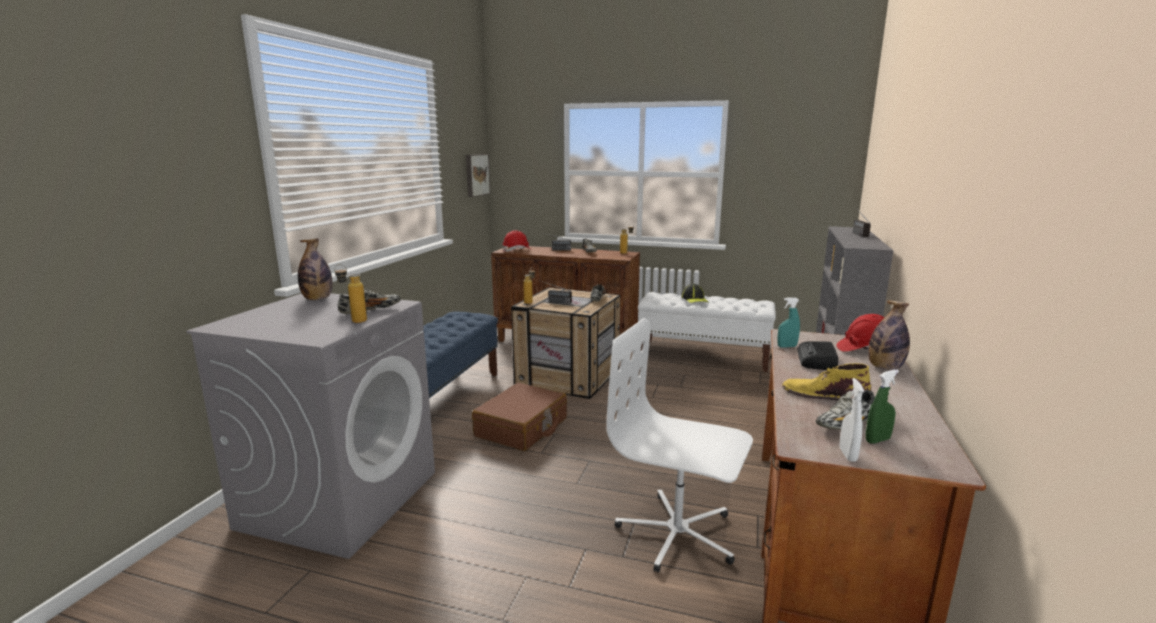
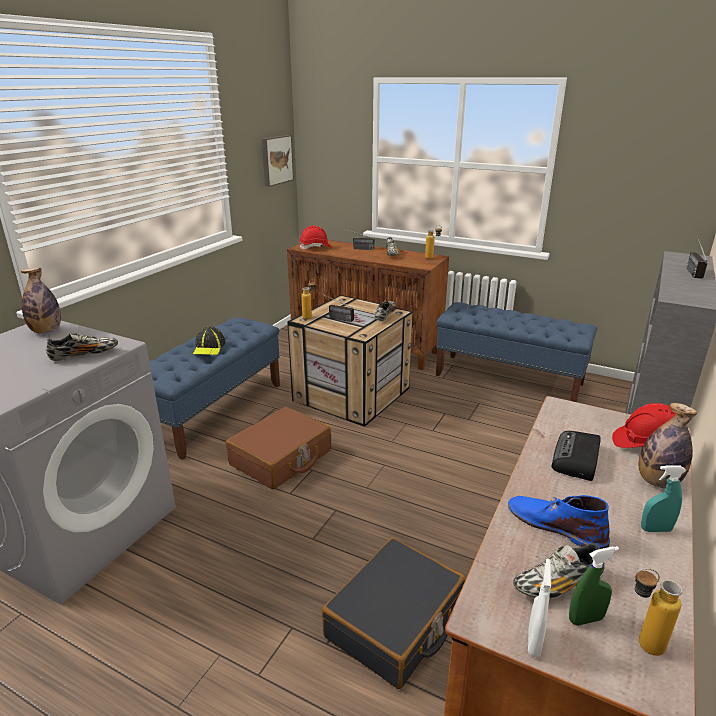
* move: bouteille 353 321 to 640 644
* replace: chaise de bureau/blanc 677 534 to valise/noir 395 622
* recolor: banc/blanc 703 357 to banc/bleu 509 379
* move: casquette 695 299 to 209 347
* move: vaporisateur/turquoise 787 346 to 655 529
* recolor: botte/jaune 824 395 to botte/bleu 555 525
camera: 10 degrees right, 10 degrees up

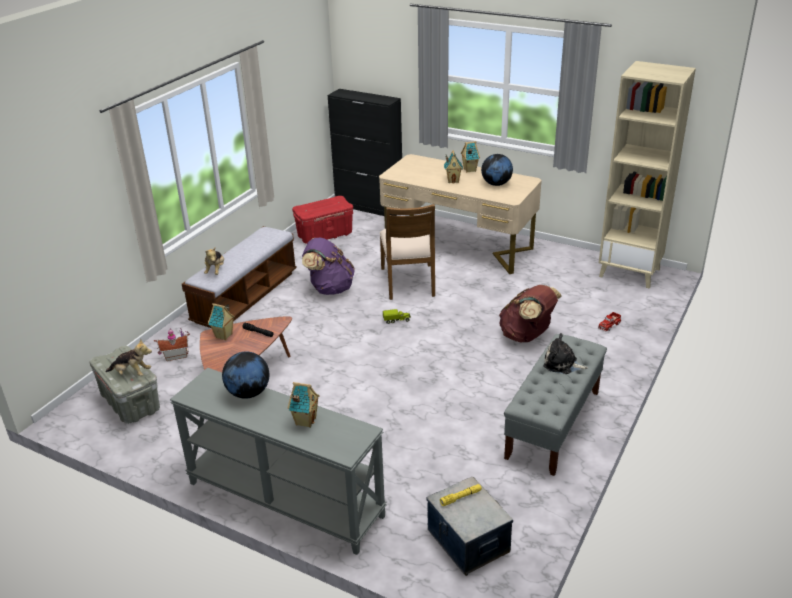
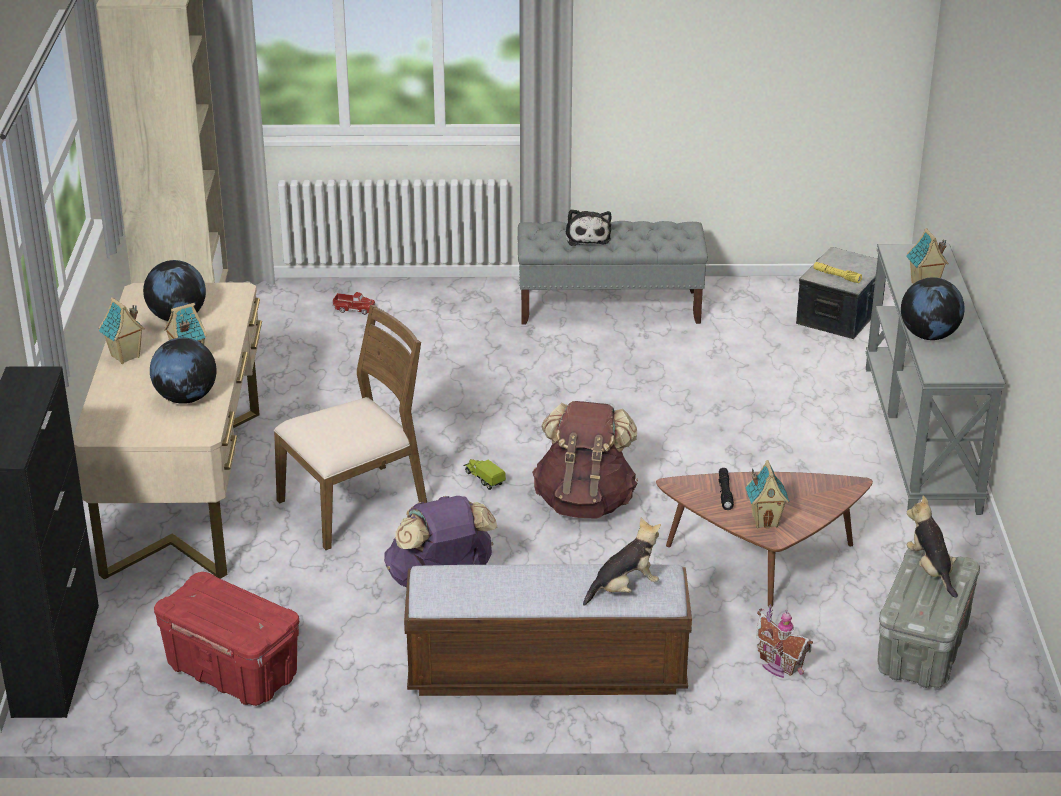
* move: sac à dos/marron 527 336 to 585 502
* insert: globe 186 398
camera: 120 degrees left, 0 degrees up

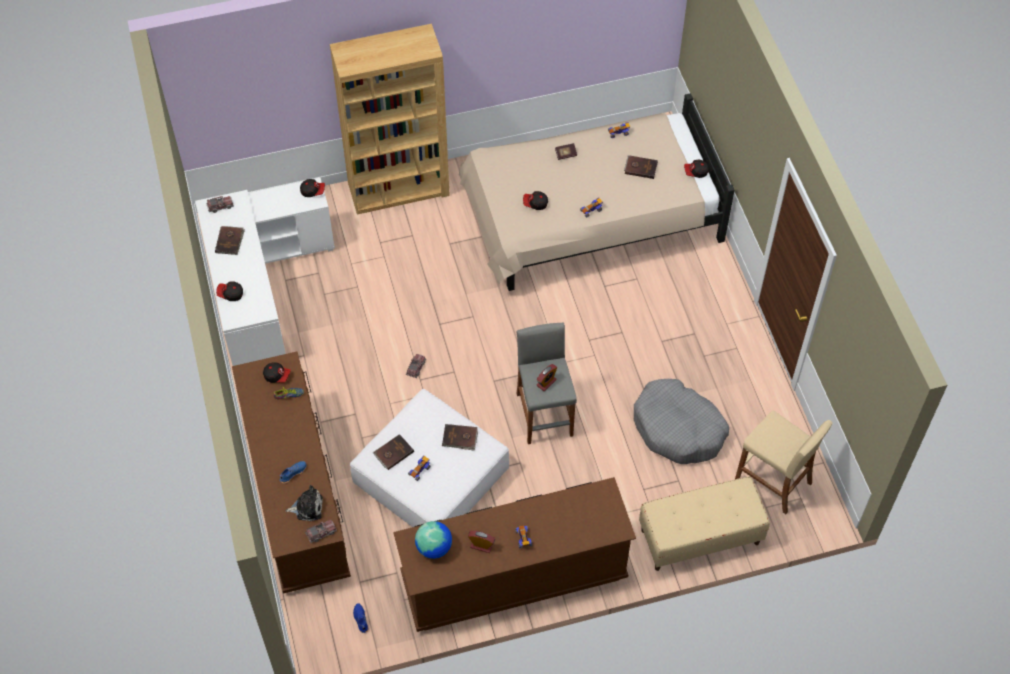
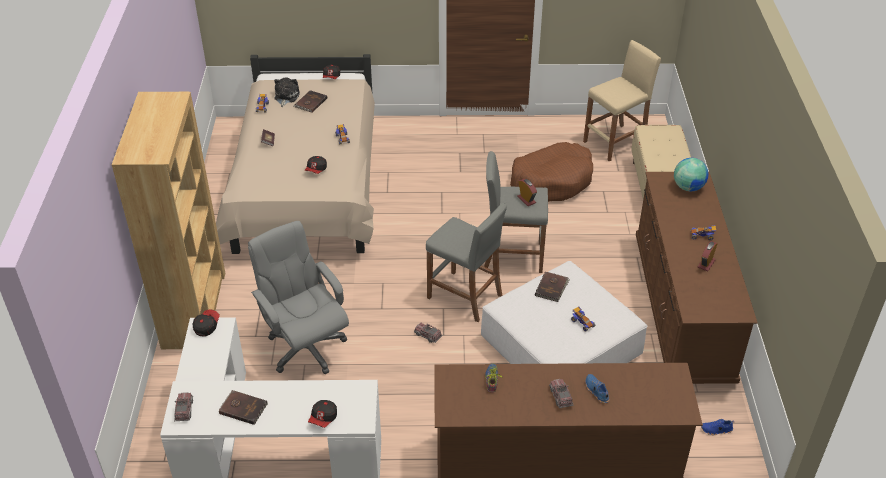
* delete: casquette 277 376
* move: peluche 307 507 to 286 97
* move: camion jouet 321 533 to 560 396
* delete: livre/marron 393 452
* move: globe 434 547 to 688 187
* recolor: panier pour chien/gris 678 428 to panier pour chien/marron 552 180
* insert: chaise de bureau/gris 305 347
* insert: tabouret/gris 465 297
camera: 75 degrees left, 15 degrees down

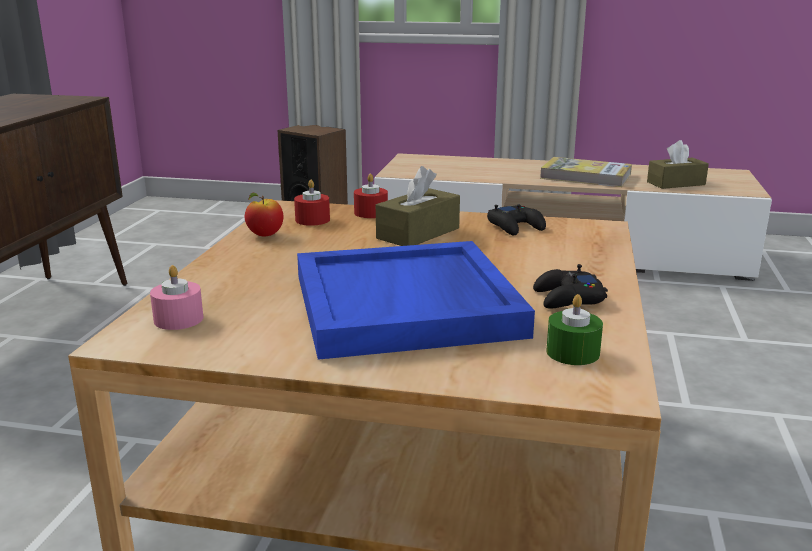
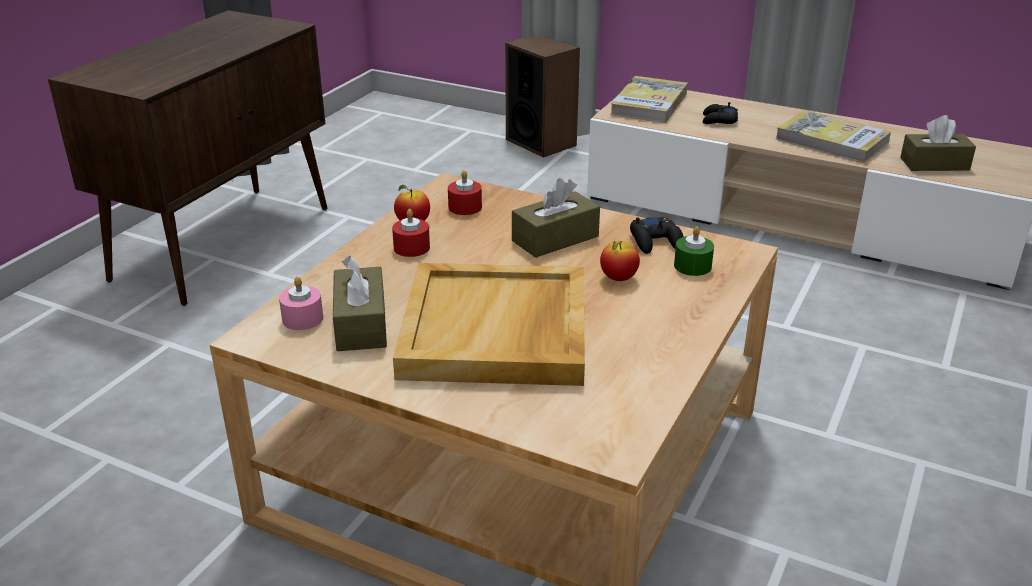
* recolor: plateau/bleu 407 305 to plateau/beige 497 331
* move: bougie/rouge 371 213 to 411 247
* move: manette/noir 568 298 to 719 120
* move: bougie/vert 572 352 to 692 266
* insert: boîte à mouchoirs/marron 361 324
* insert: pomme 618 278
* insert: livre 649 104
camera: 15 degrees right, 10 degrees up

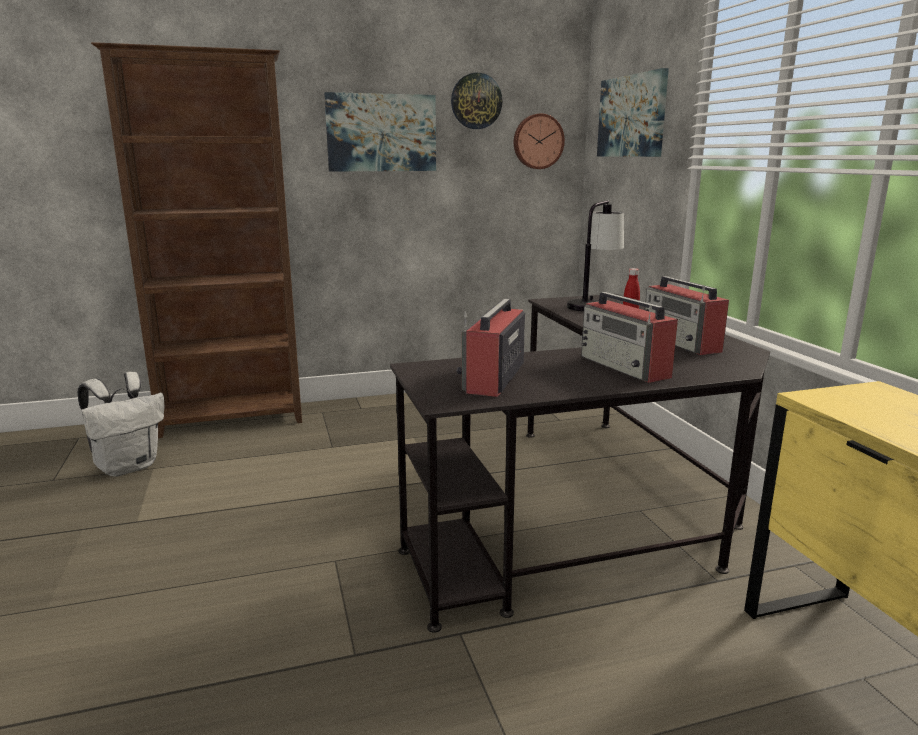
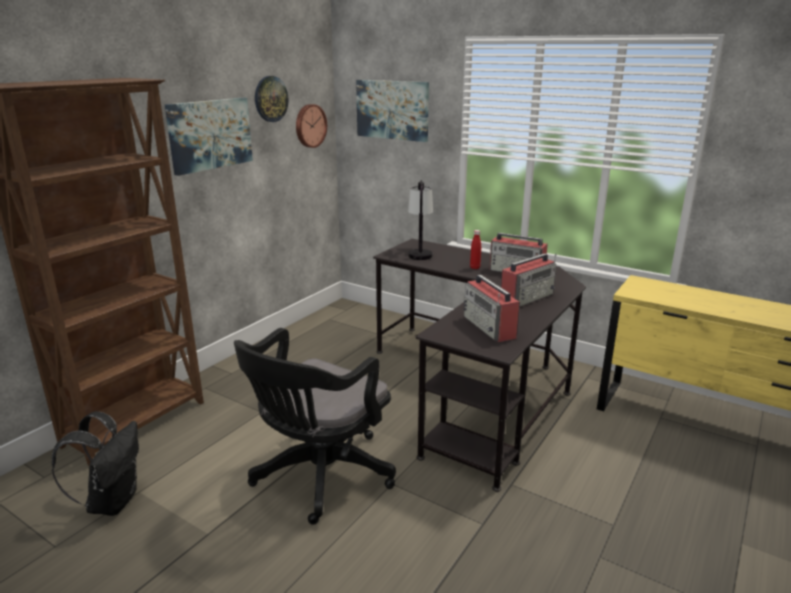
* recolor: sac à dos/blanc 129 466 to sac à dos/noir 112 501
* rotate: radio 625 367 = 527 298 60 degrees counterclockwise
* insert: chaise de bureau/noir 318 476
camera: 40 degrees left, 5 degrees up

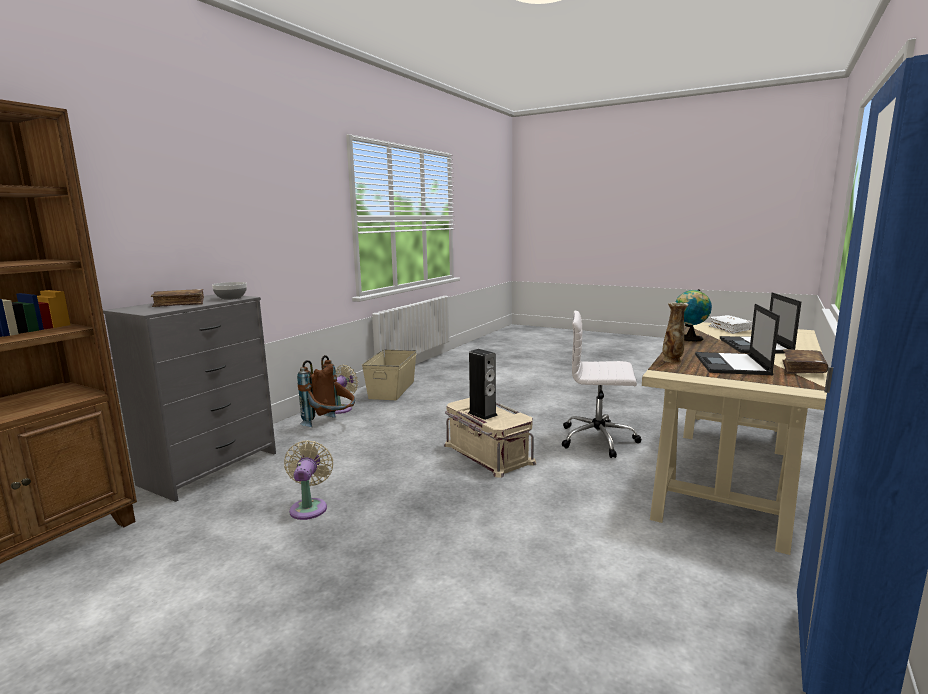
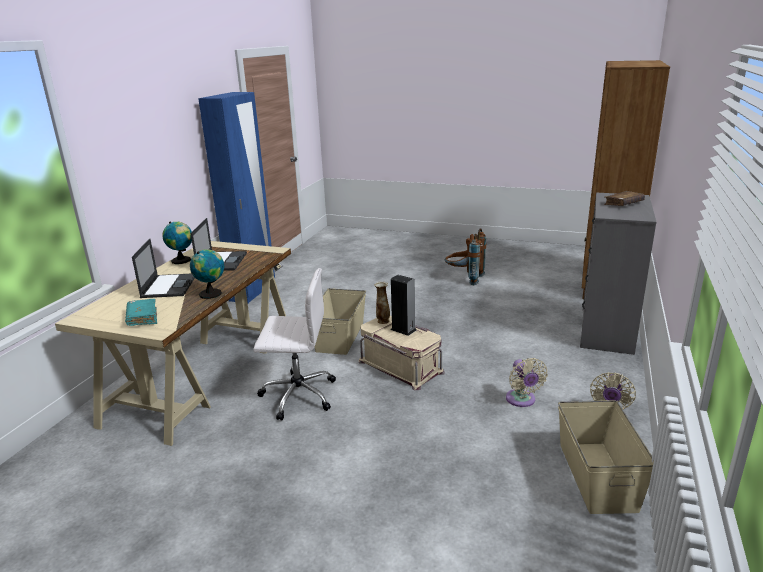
* delete: bol 230 298
* move: ventilateur/beige 309 507 to 521 400
* move: sac à dos/marron 331 425 to 464 278
* move: vase 672 360 to 383 321
* recolor: livre/blanc 730 329 to livre/turquoise 142 318
* replace: livre/marron 803 369 to globe 182 260
* insert: boîte de rangement/beige 340 336
camera: 170 degrees right, 10 degrees up

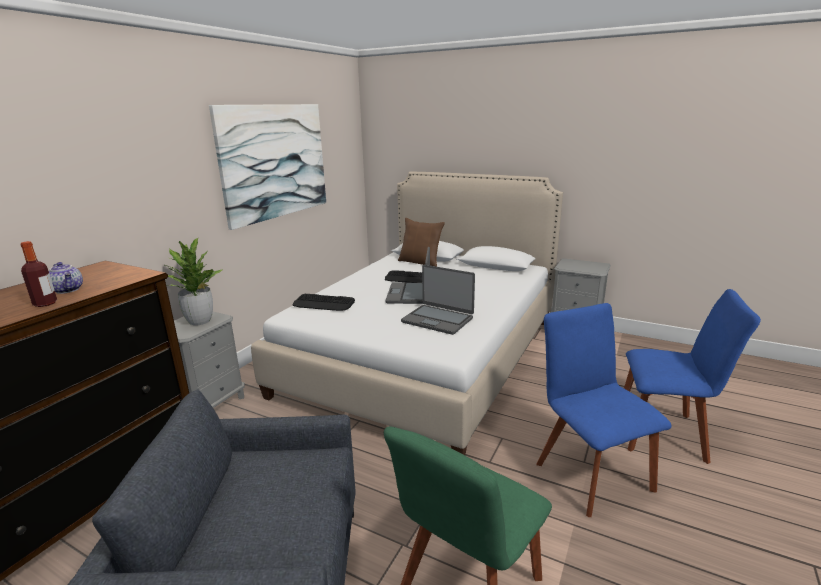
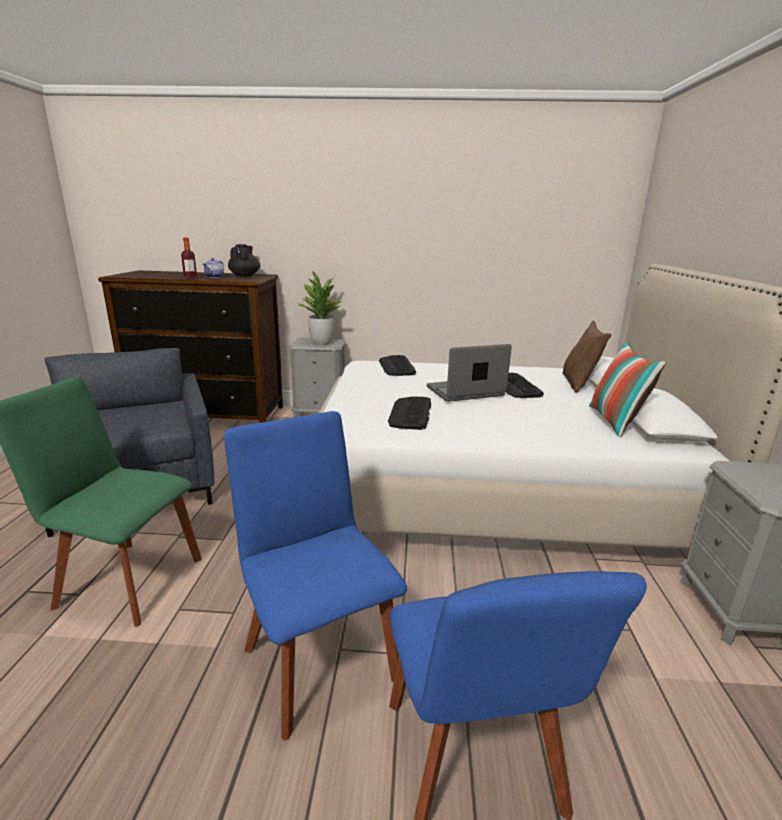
* delete: tableau 275 161
* replace: ordinateur portable 438 320 to clavier 410 413
* rotate: chaise/bleu 590 472 = 318 657 75 degrees counterclockwise
* insert: théière/noir 245 275
* insert: coussin 615 422
camera: 65 degrees right, 0 degrees up

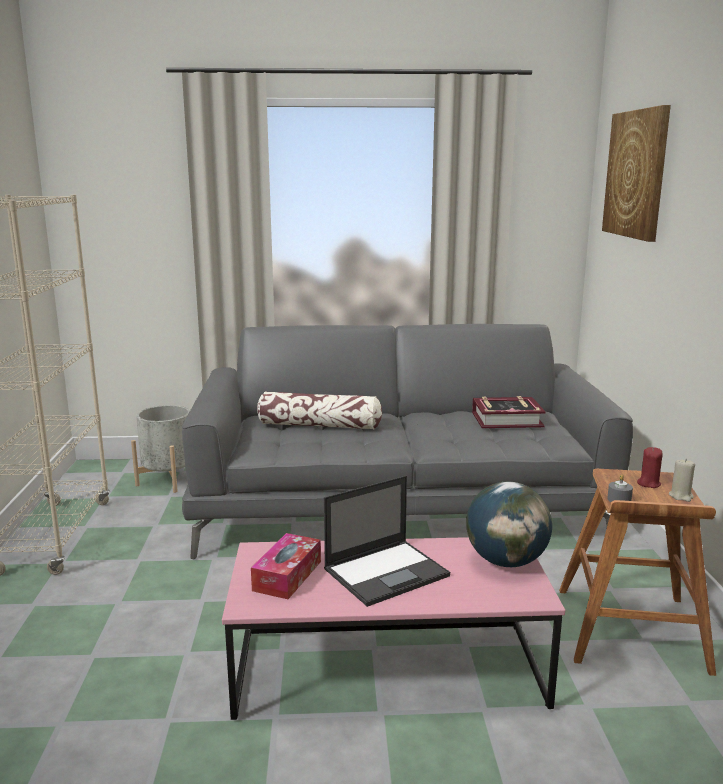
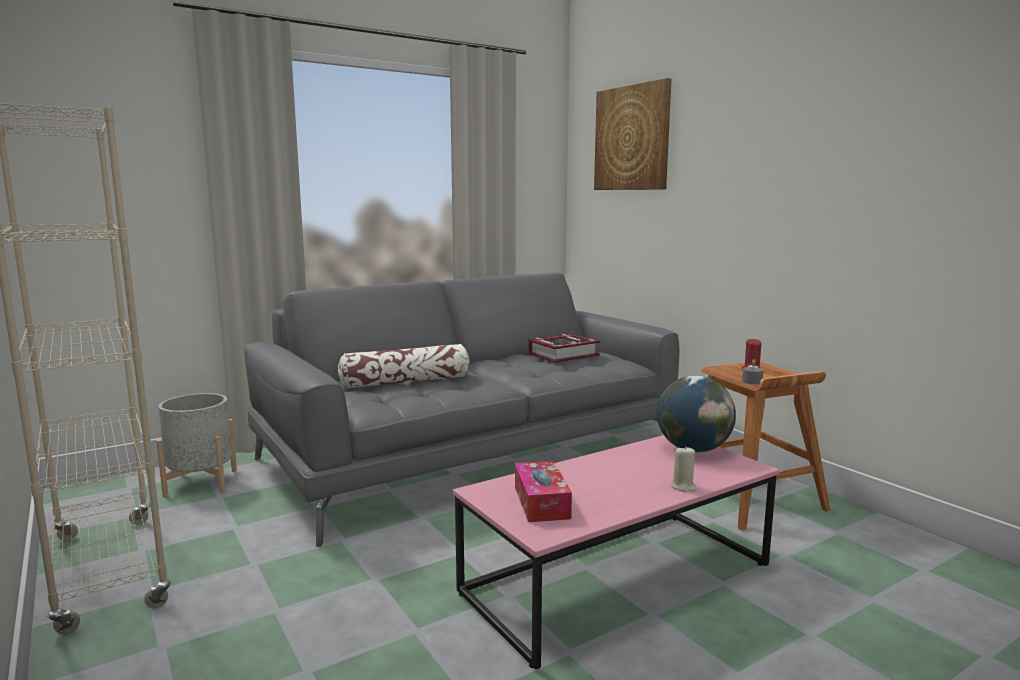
* delete: ordinateur portable 387 572
* move: bougie/beige 681 496 to 683 486
camera: 30 degrees left, 5 degrees down

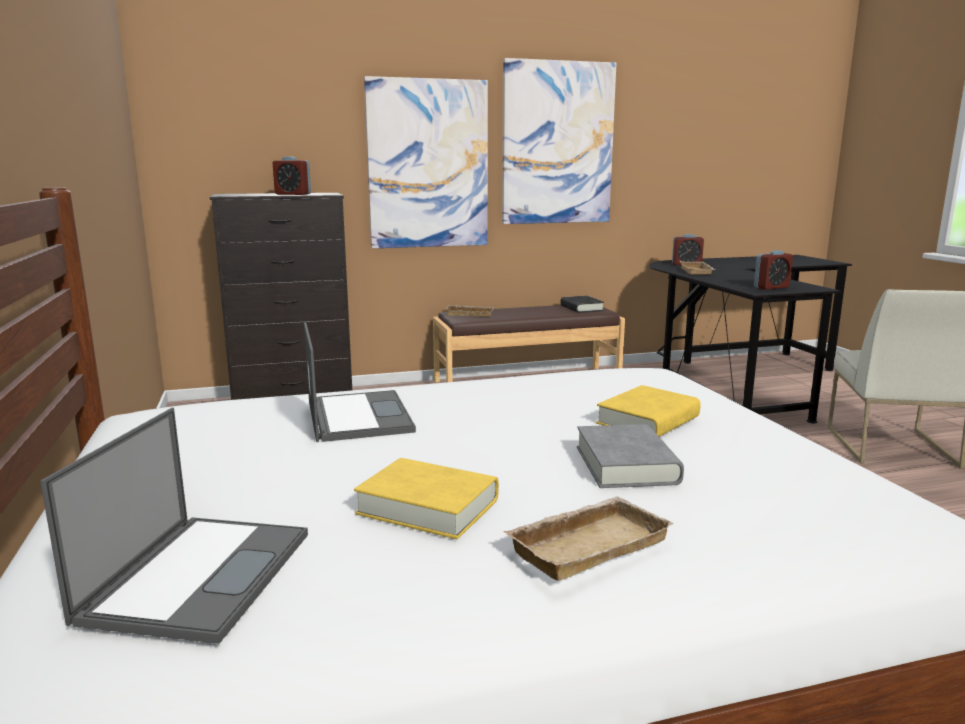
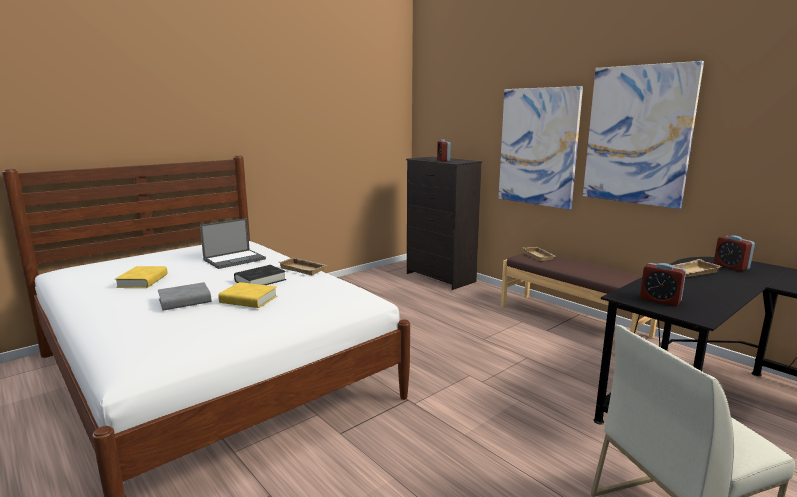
* delete: ordinateur portable 199 574
* move: plateau/beige 587 544 to 304 269
* move: livre/noir 581 308 to 260 280
camera: 65 degrees right, 0 degrees up

